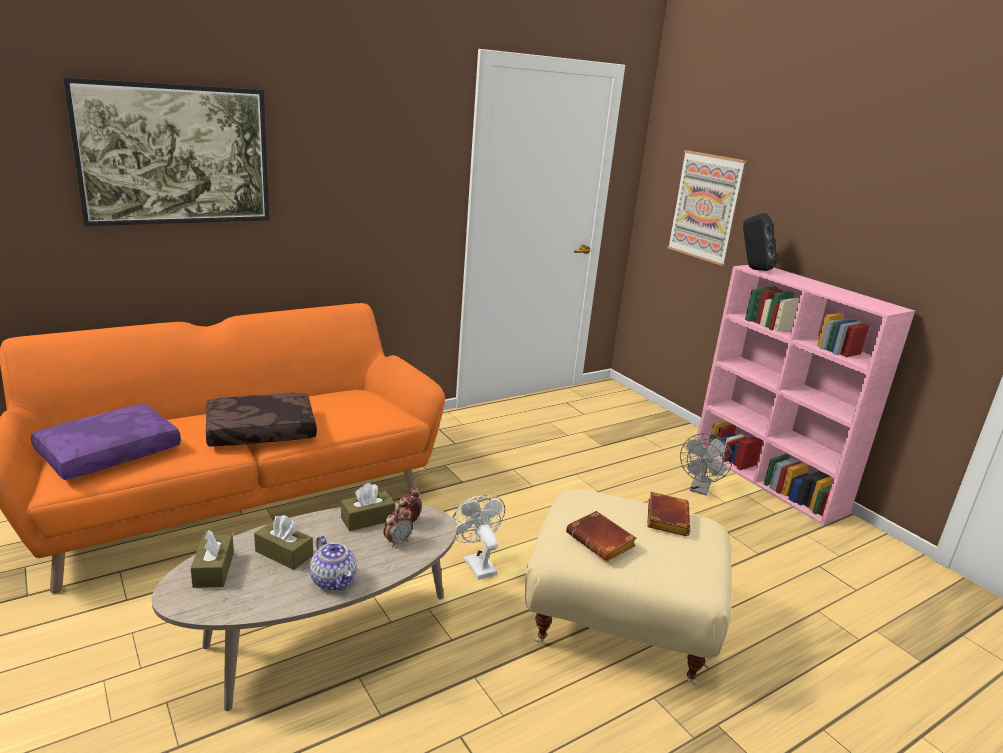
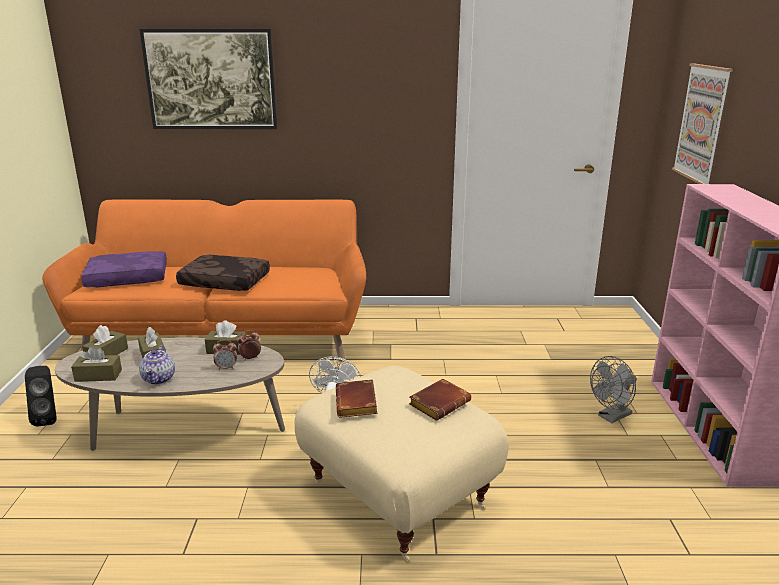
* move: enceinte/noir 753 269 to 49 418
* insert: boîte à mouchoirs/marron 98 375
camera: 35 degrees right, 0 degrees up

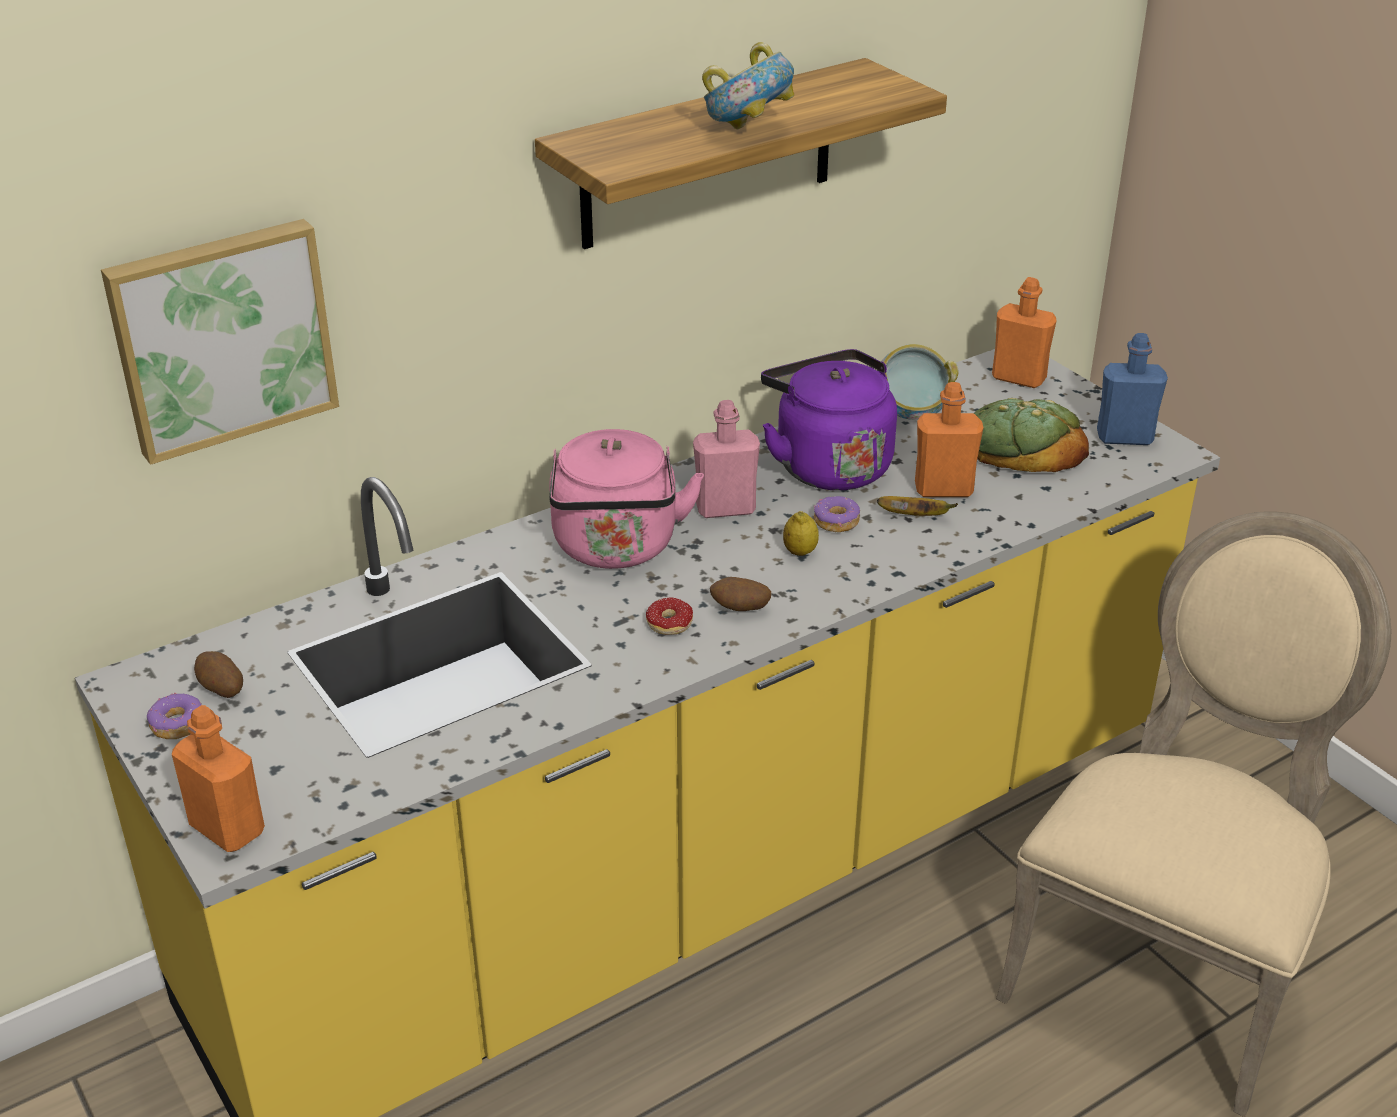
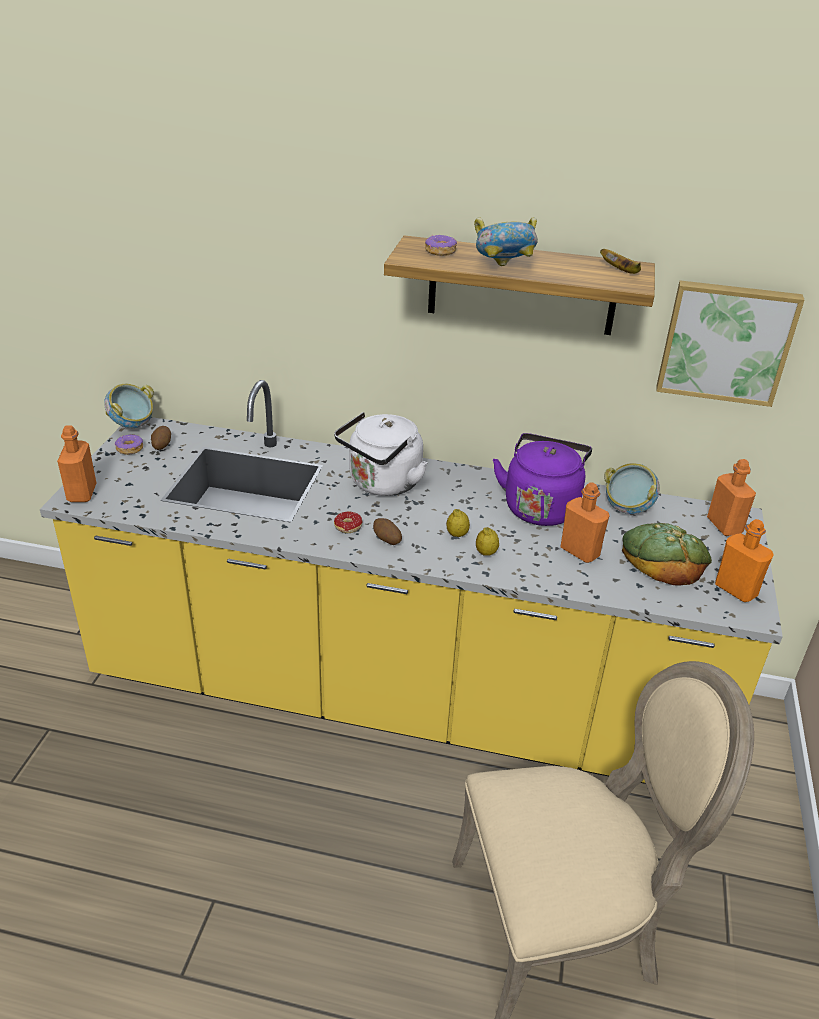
* move: tableau 222 337 to 726 342
* recolor: bouilloire/rose 616 548 to bouilloire/blanc 382 484
* delete: bouteille/rose 725 508
* move: beignet 836 522 to 440 251
* move: banane 915 516 to 621 271
* recolor: bouteille/bleu 1124 437 to bouteille/orange 735 590
* insert: bol 132 425
* insert: citron 486 553
camera: 45 degrees right, 0 degrees up

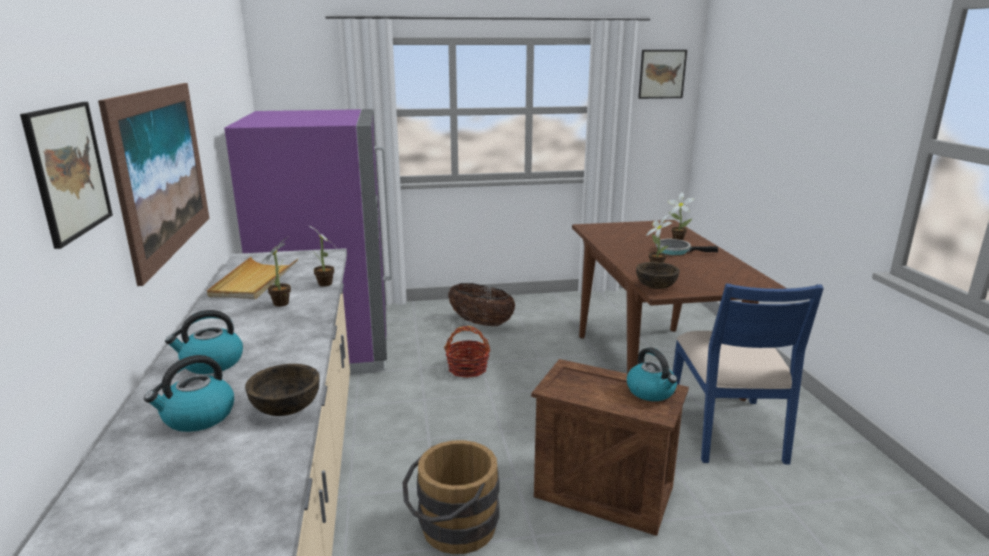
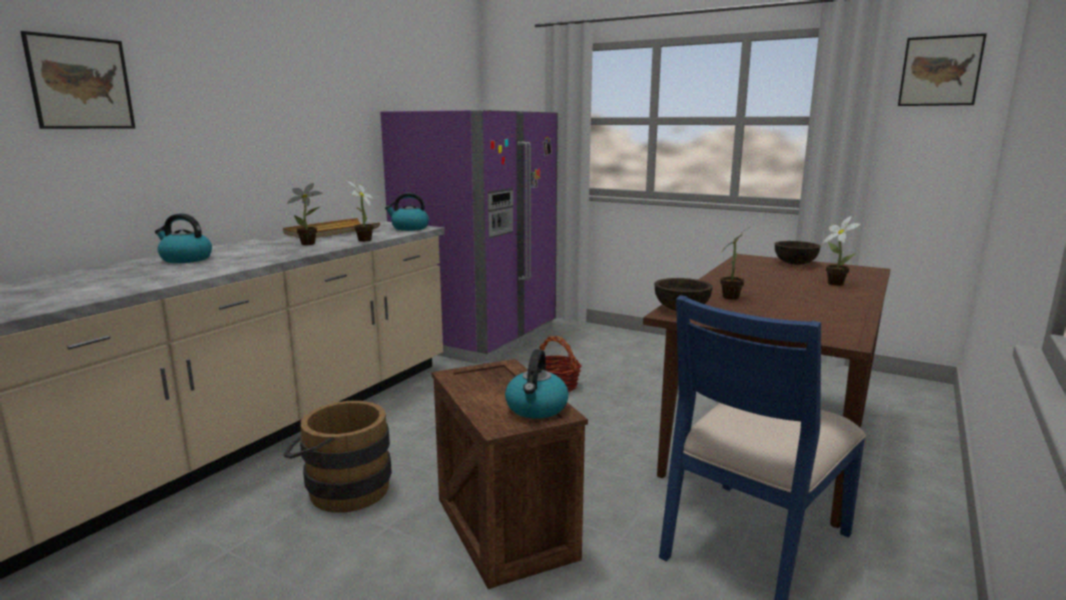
* delete: tableau 162 172
* move: bouilloire 198 417 to 409 228
* move: bol/marron 286 408 to 794 263
* delete: panier 481 323
* delete: poêle 676 251
camera: 40 degrees right, 5 degrees down

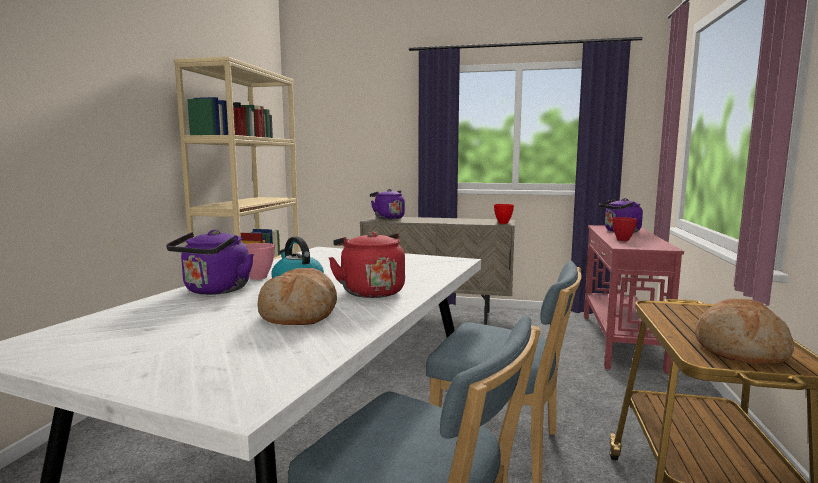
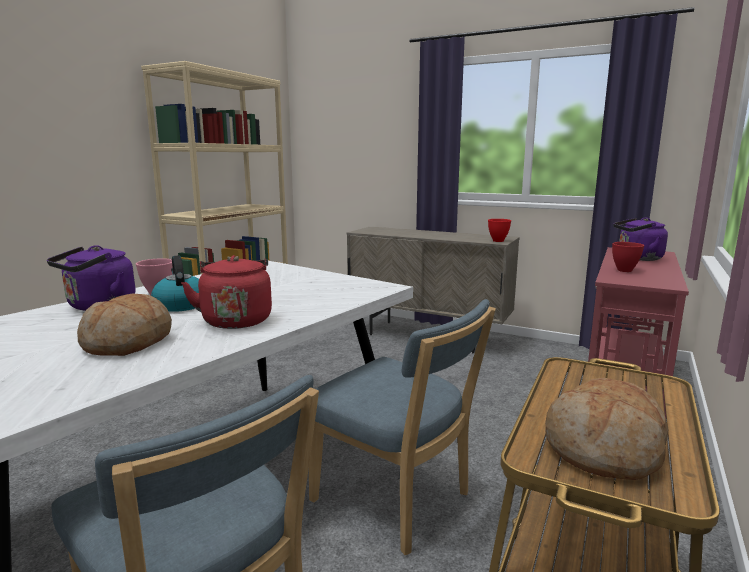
* delete: bouilloire/violet 388 218
camera: 15 degrees right, 5 degrees up

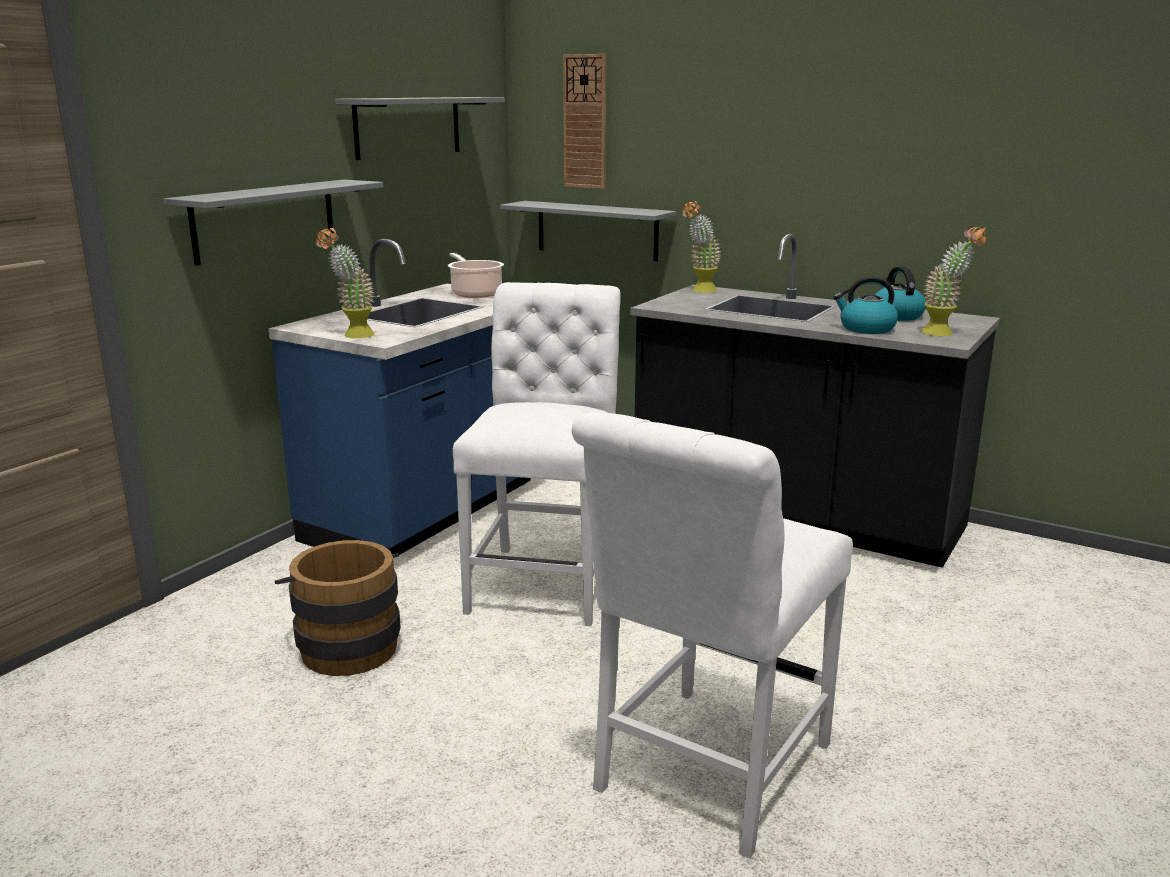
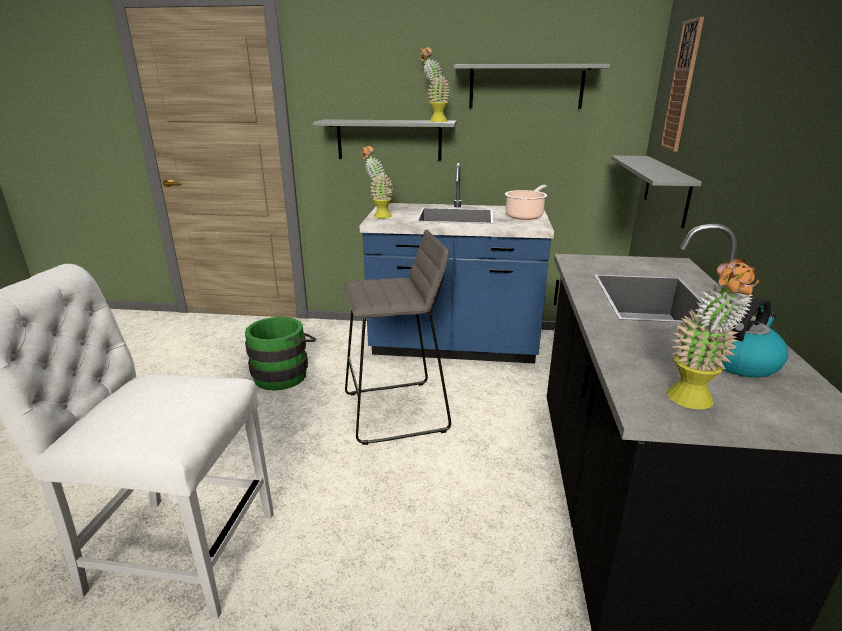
* recolor: seau/marron 346 645 to seau/vert 284 374
* replace: chaise/blanc 547 579 to tabouret/gris 396 412
* move: plante en pot 699 291 to 434 121
* delete: bouilloire 866 329
camera: 65 degrees right, 5 degrees up

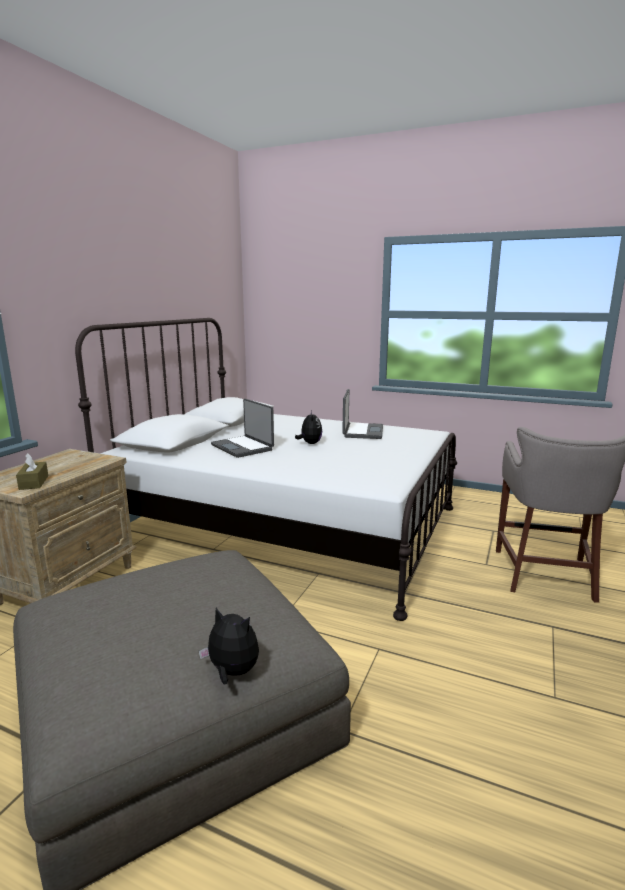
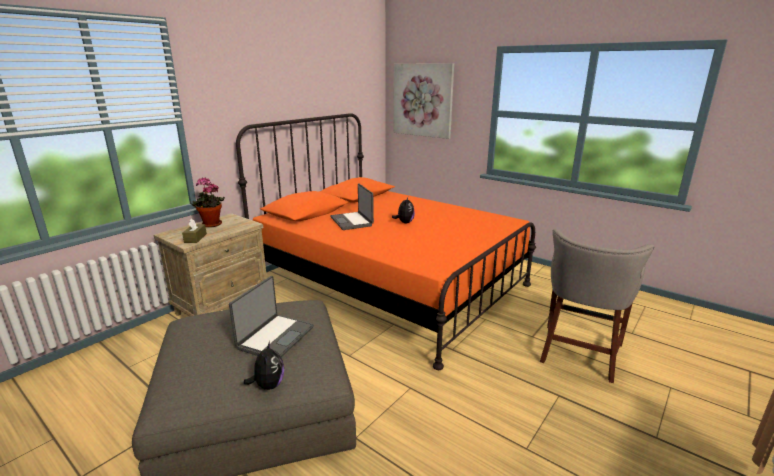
* recolor: lit/blanc 288 525 to lit/orange 389 283
* rotate: peluche 232 672 = 268 385 45 degrees clockwise
* move: ordinateur portable 362 432 to 275 337
* insert: plante en pot 211 225
* insert: tableau 422 100
camera: 15 degrees right, 5 degrees up

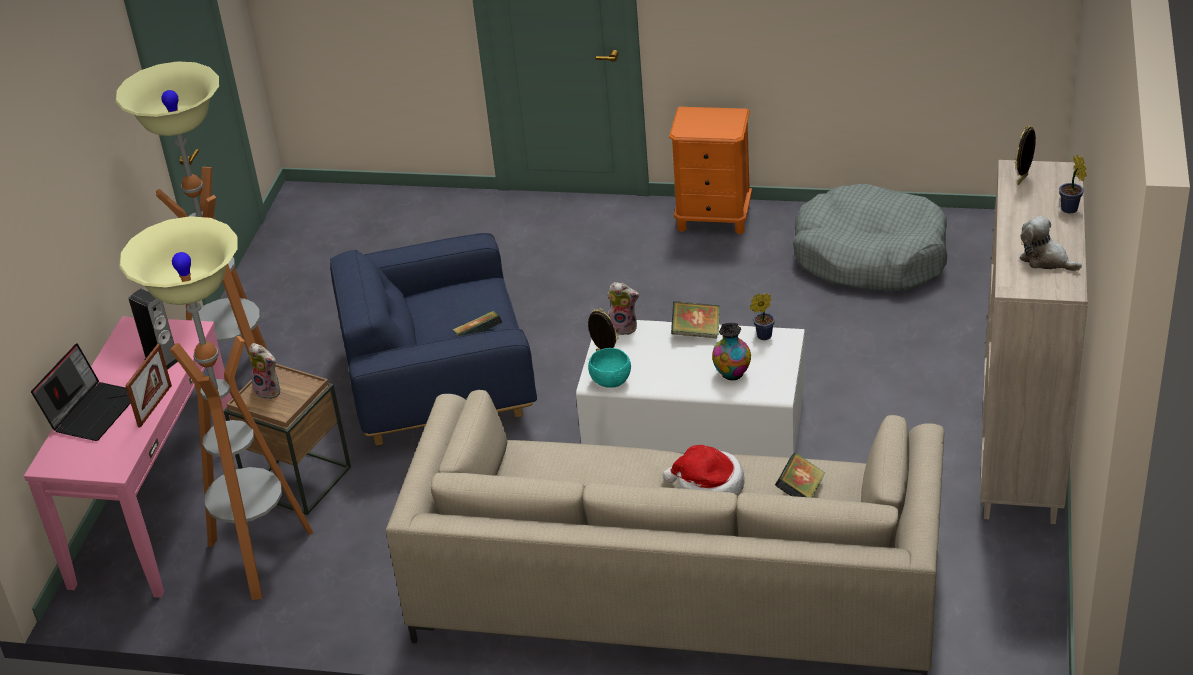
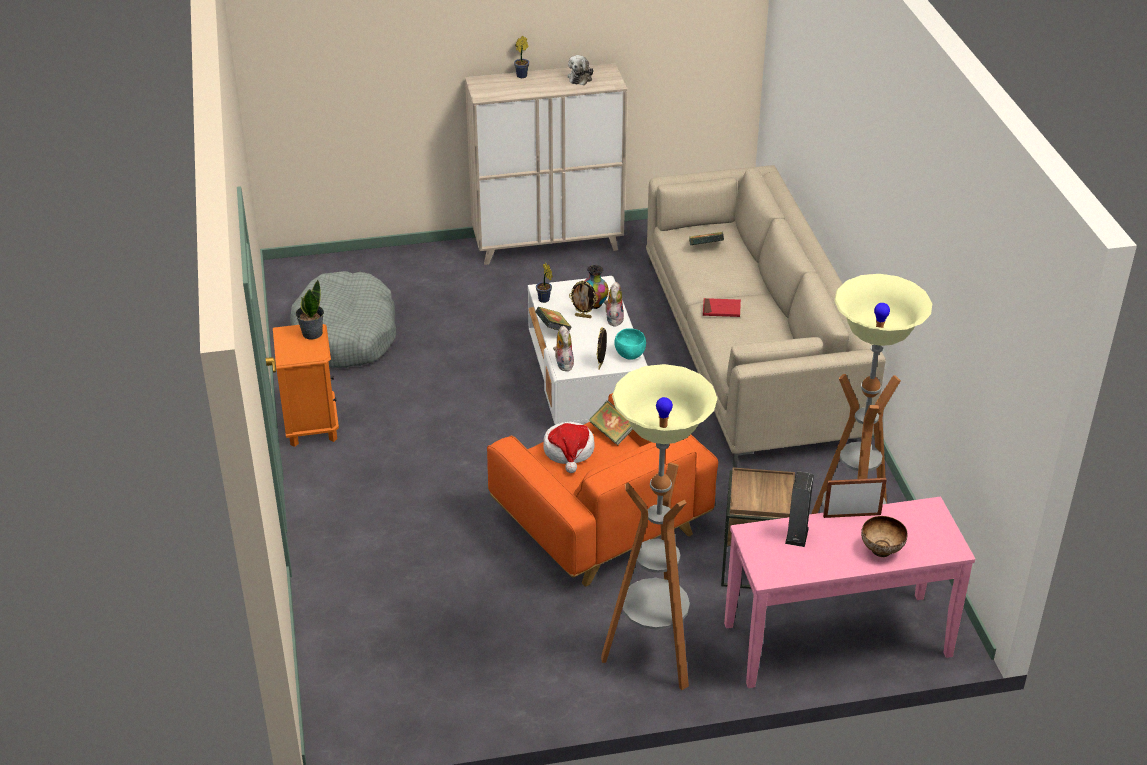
* replace: ordinateur portable 92 410 to bol 881 551
* move: peluche 270 390 to 613 319
* recolor: fauteuil/bleu 439 384 to fauteuil/orange 601 522
* move: chapeau 708 486 to 569 451
* move: cadre photo 1023 179 to 583 316
* insert: plante en pot 312 333
* insert: livre/rouge 721 309
camera: 115 degrees left, 0 degrees up

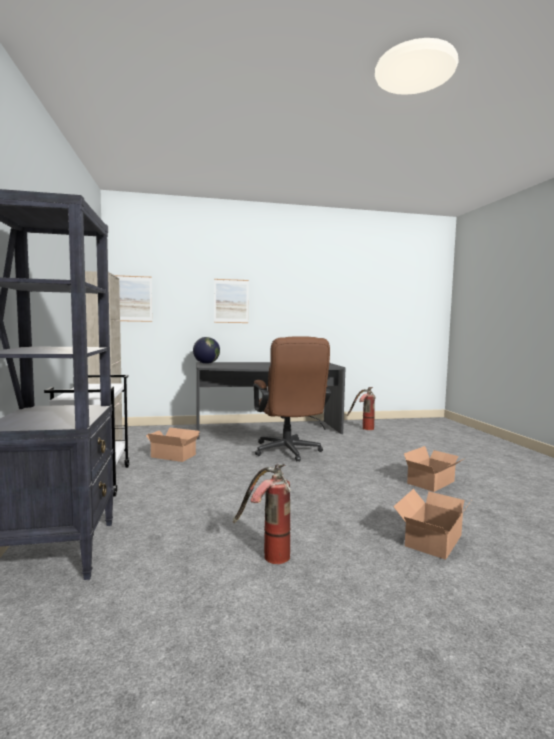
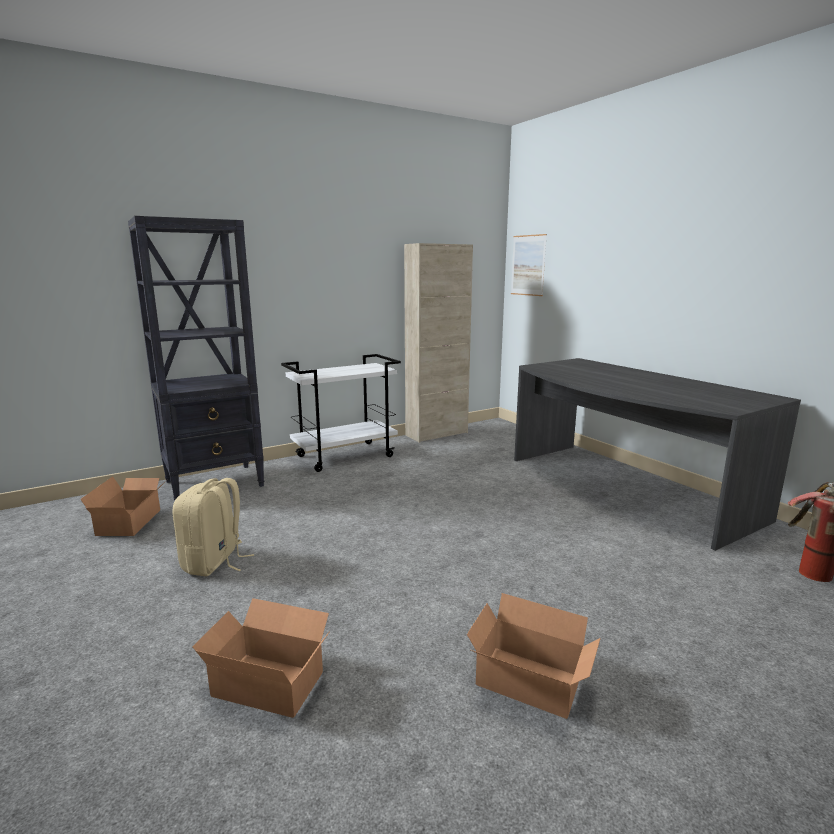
* move: carton 173 455 to 132 521
* delete: globe 206 363
* delete: tableau 231 301
* replace: extincteur 266 555 to sac à dos/beige 214 562
* delete: chaise de bureau/marron 288 452
camera: 70 degrees right, 10 degrees up

